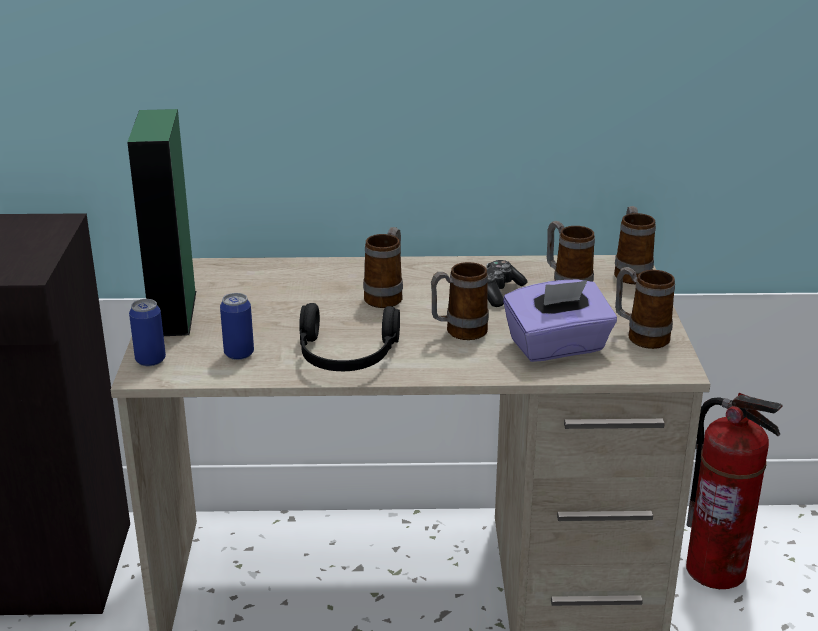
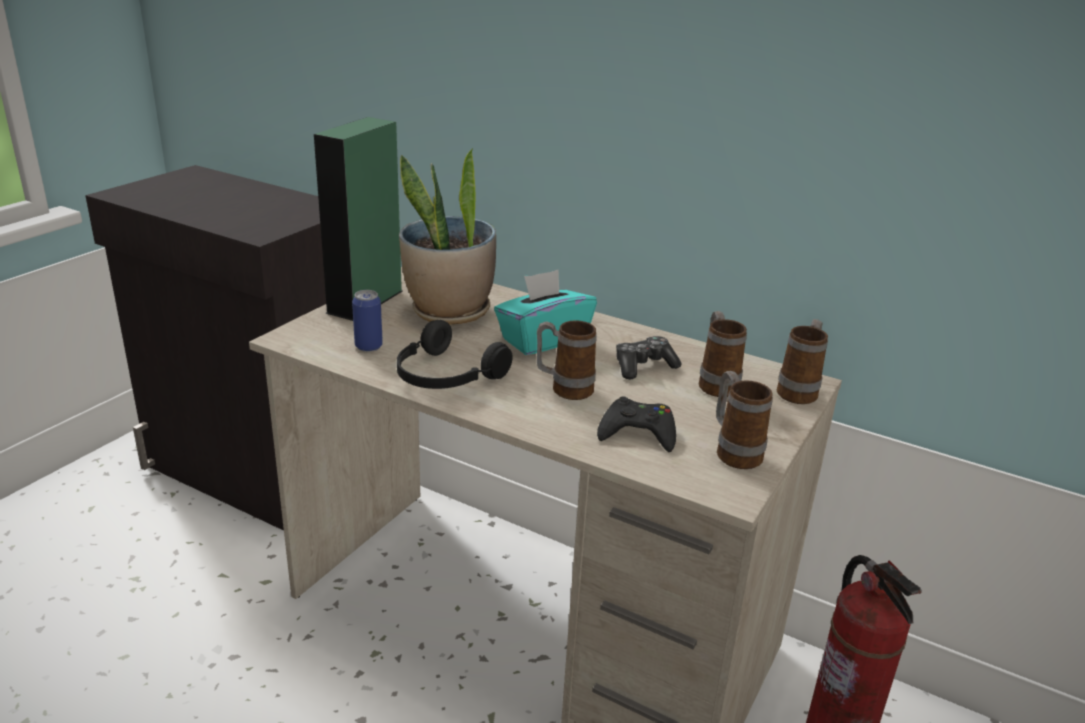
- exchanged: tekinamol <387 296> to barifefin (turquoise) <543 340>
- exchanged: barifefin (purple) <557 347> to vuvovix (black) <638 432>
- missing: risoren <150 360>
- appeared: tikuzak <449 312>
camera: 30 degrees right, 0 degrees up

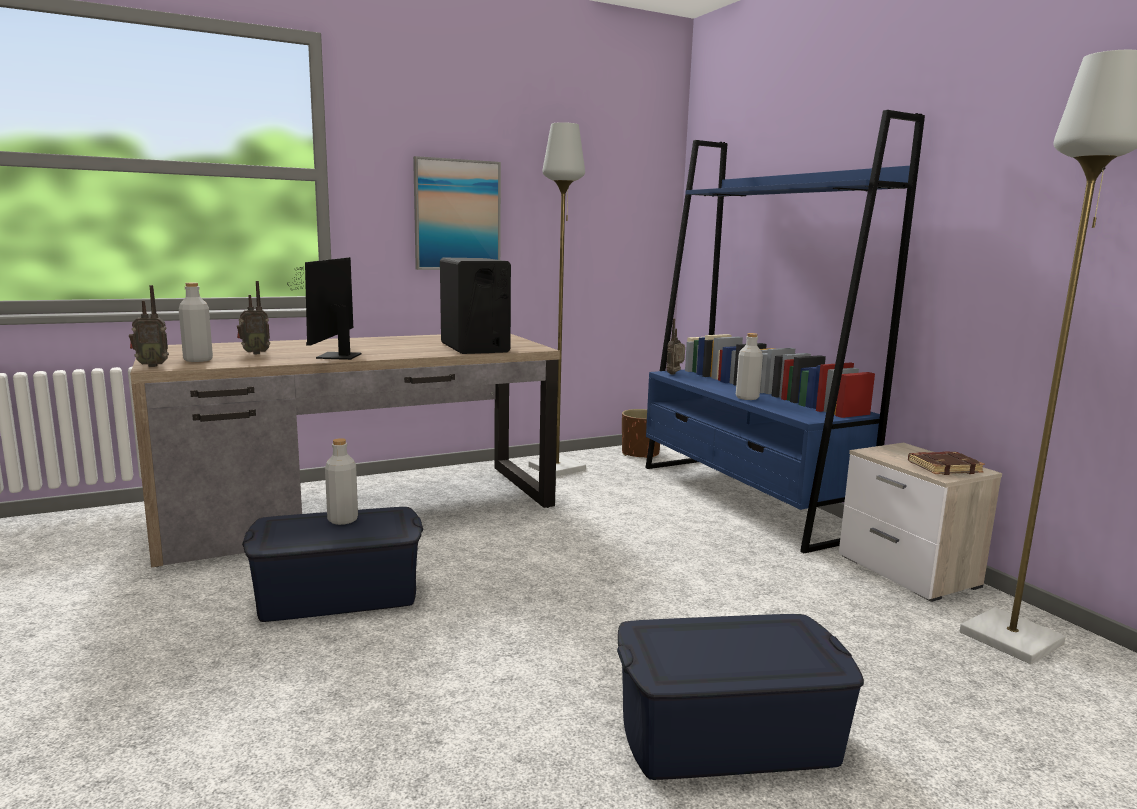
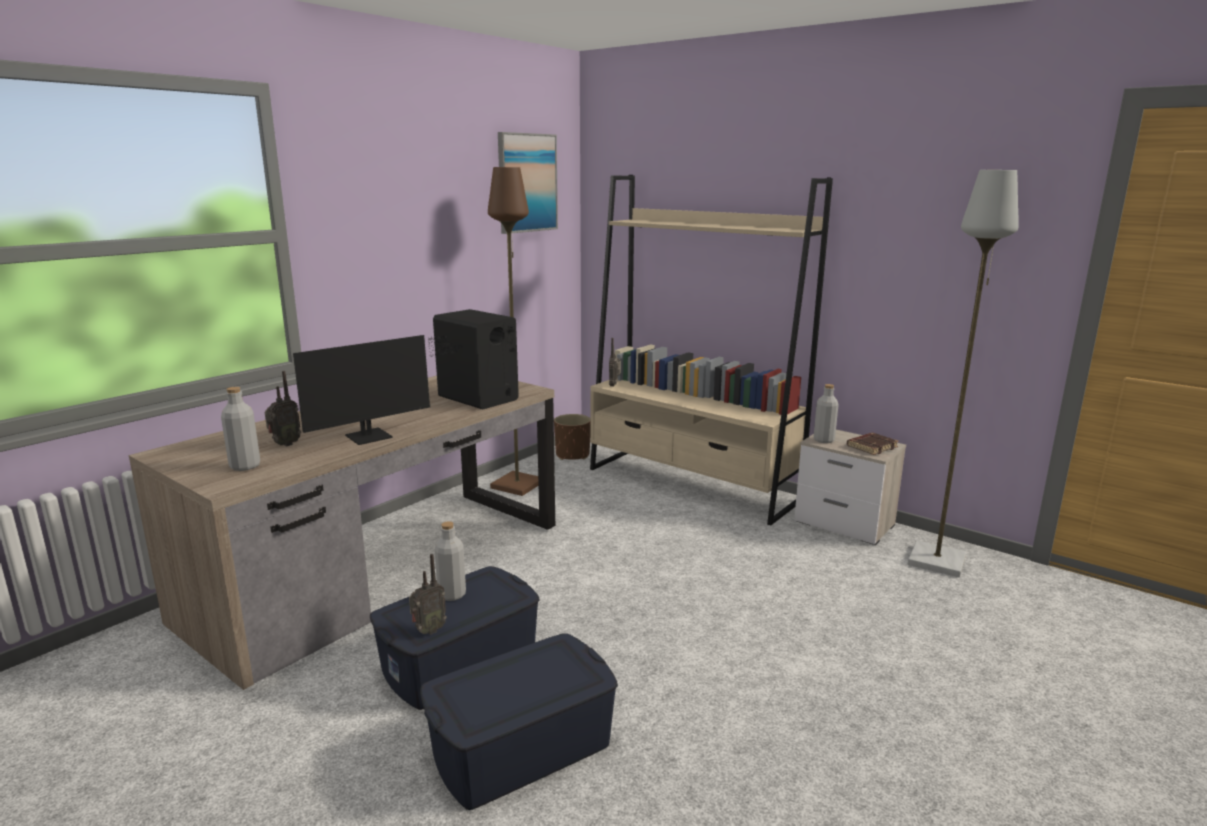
- colour: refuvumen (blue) <745 499> to refuvumen (beige) <691 484>
- colour: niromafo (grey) <557 468> to niromafo (brown) <517 485>
- relocated: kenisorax <457 215> to <527 183>
- spun: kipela <335 357> = <376 435> 105 degrees counterclockwise
- relocated: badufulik <152 365> to <428 631>
- relocated: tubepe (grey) <747 398> to <823 440>
- relocated: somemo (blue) <726 734> to <520 748>
camera: 25 degrees left, 5 degrees up

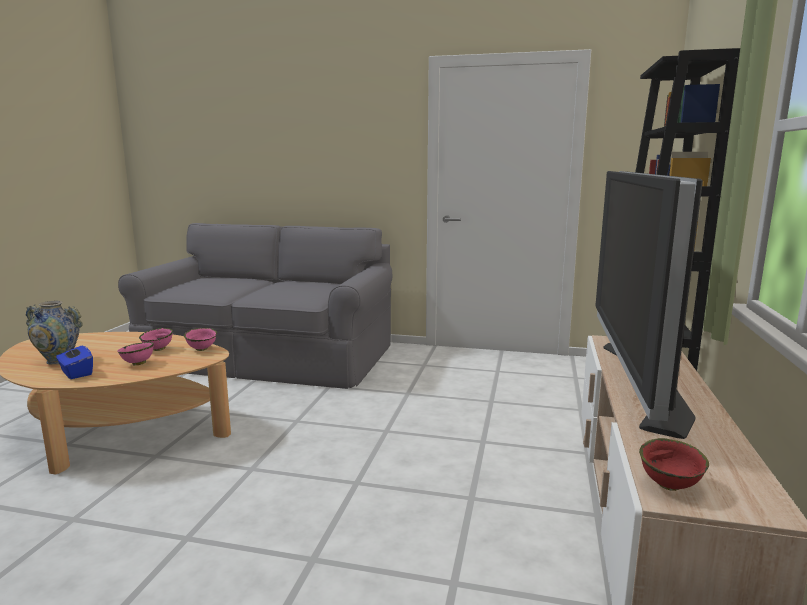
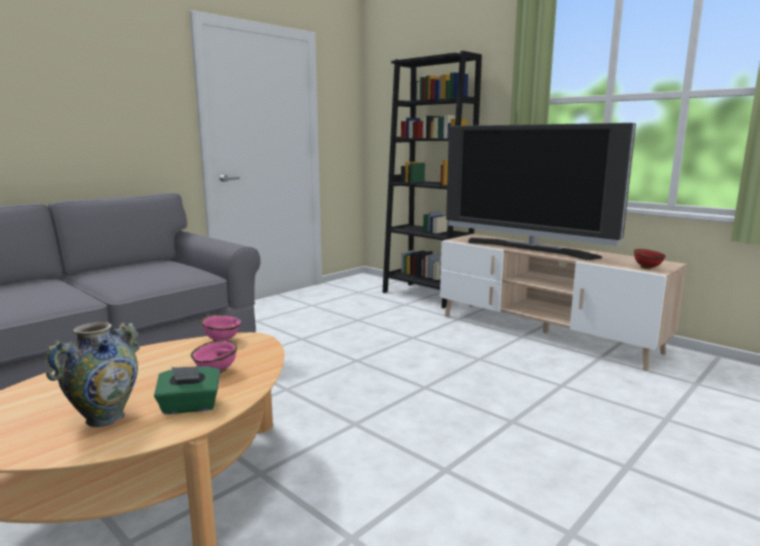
- missing: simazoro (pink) <158 349>
- colour: barifefin (blue) <76 373> to barifefin (green) <190 406>
camera: 60 degrees left, 0 degrees up

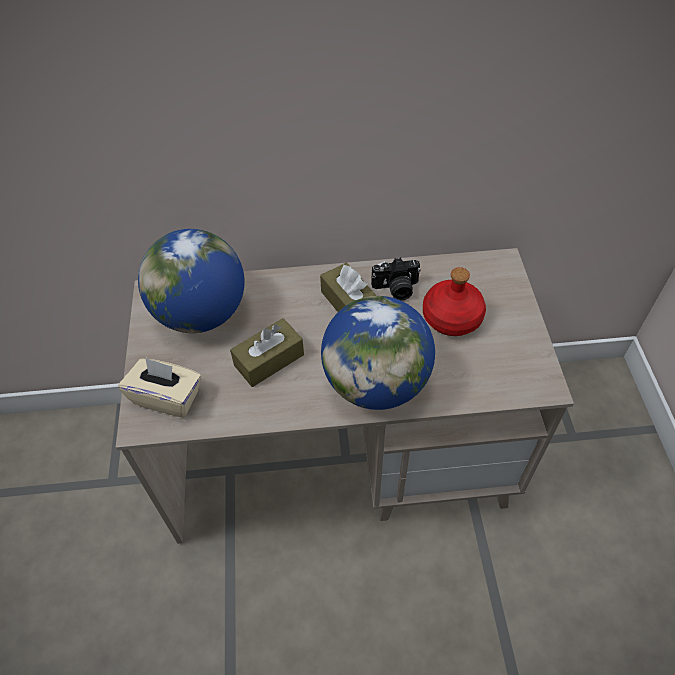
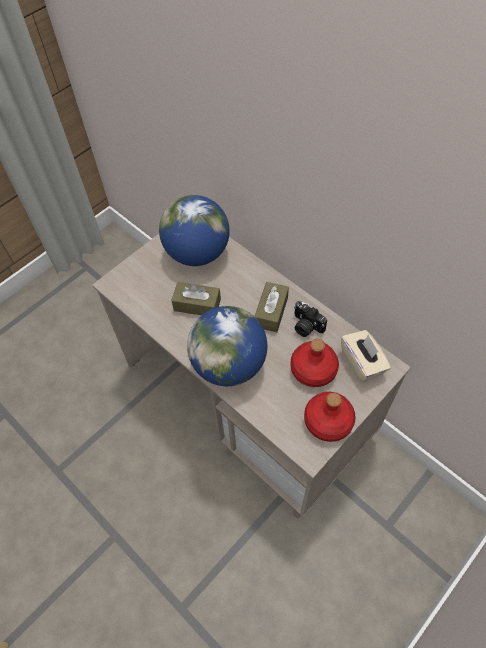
- relocated: barifefin (beige) <167 397> to <362 363>
- appeared: tubepe (red) <328 420>
camera: 50 degrees right, 5 degrees up

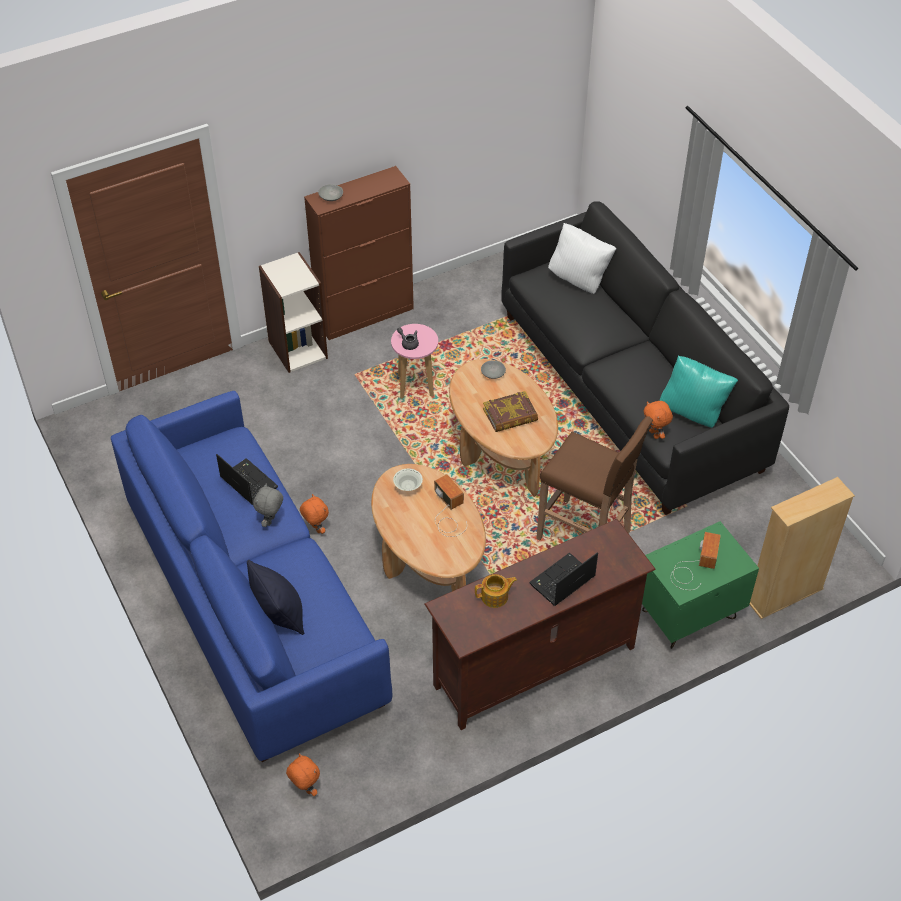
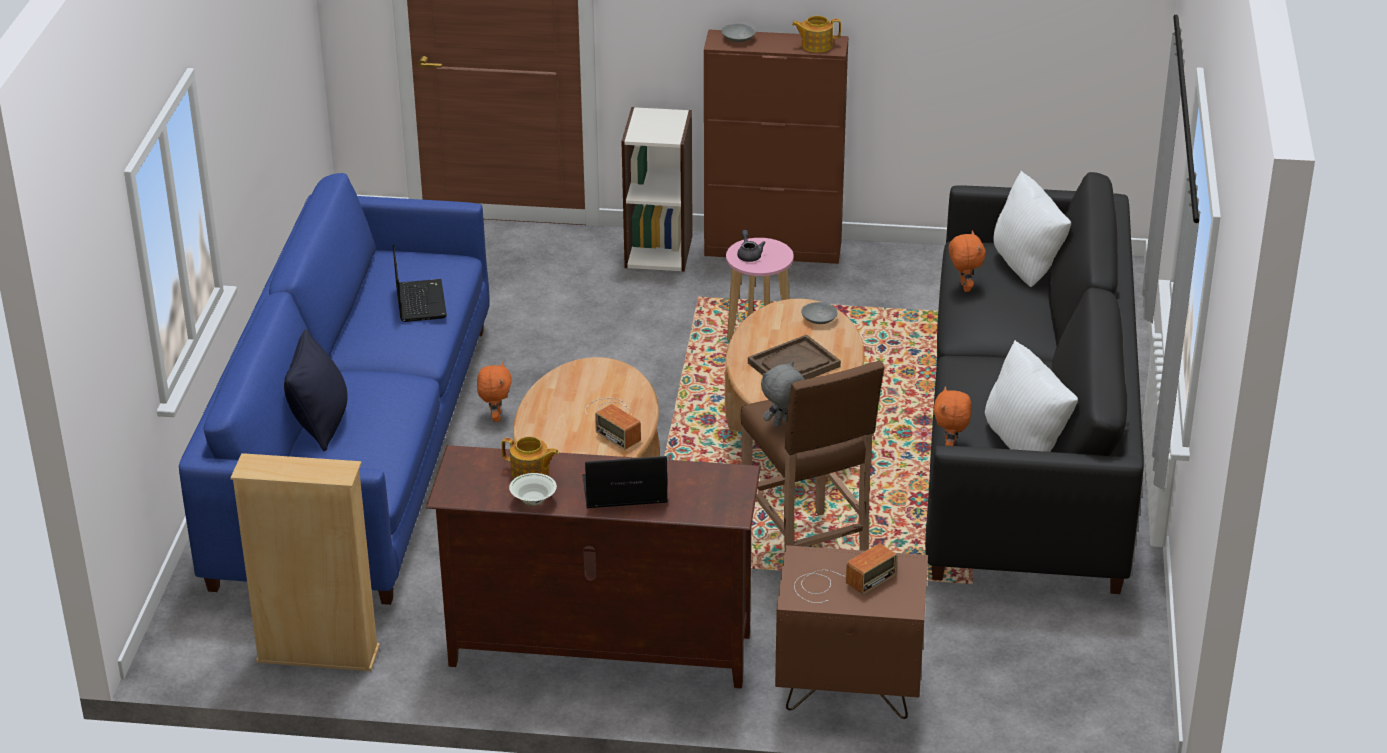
- colour: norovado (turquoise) <693 412> to norovado (white) <1026 446>
- exchanged: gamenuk <510 415> to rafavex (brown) <793 365>
- relocated: simazoro (white) <408 486> to <533 501>
- spun: badufulik <448 513> = <614 422> 135 degrees clockwise
- relocated: refuvumen (beige) <784 595> to <318 654>
- relocated: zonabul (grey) <271 521> to <782 424>
- colour: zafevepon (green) <688 615> to zafevepon (brown) <848 689>
- relocated: zonabul (orange) <305 789> to <964 287>
- appeared: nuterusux <816 45>
camera: 35 degrees right, 15 degrees down

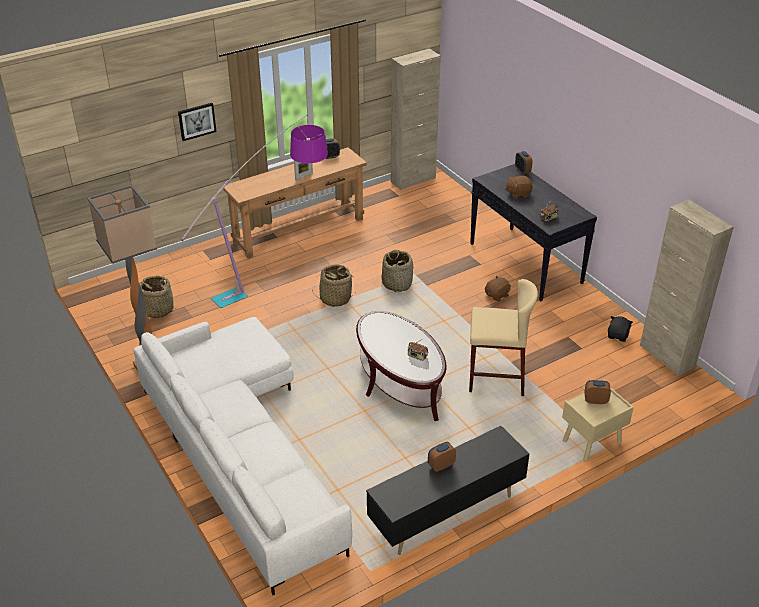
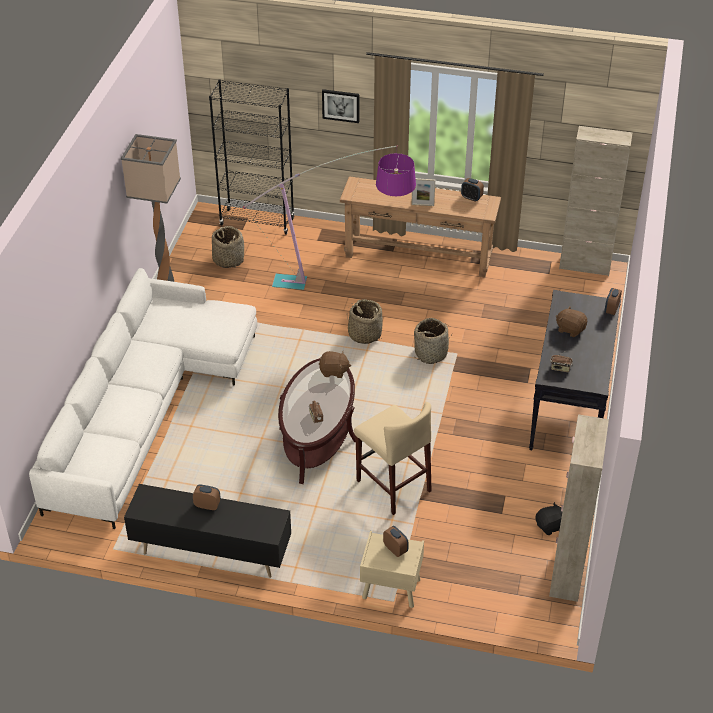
- relocated: zonabul (brown) <497 295> to <334 371>
- appeared: refuvumen (black) <257 222>
camera: 45 degrees right, 5 degrees up

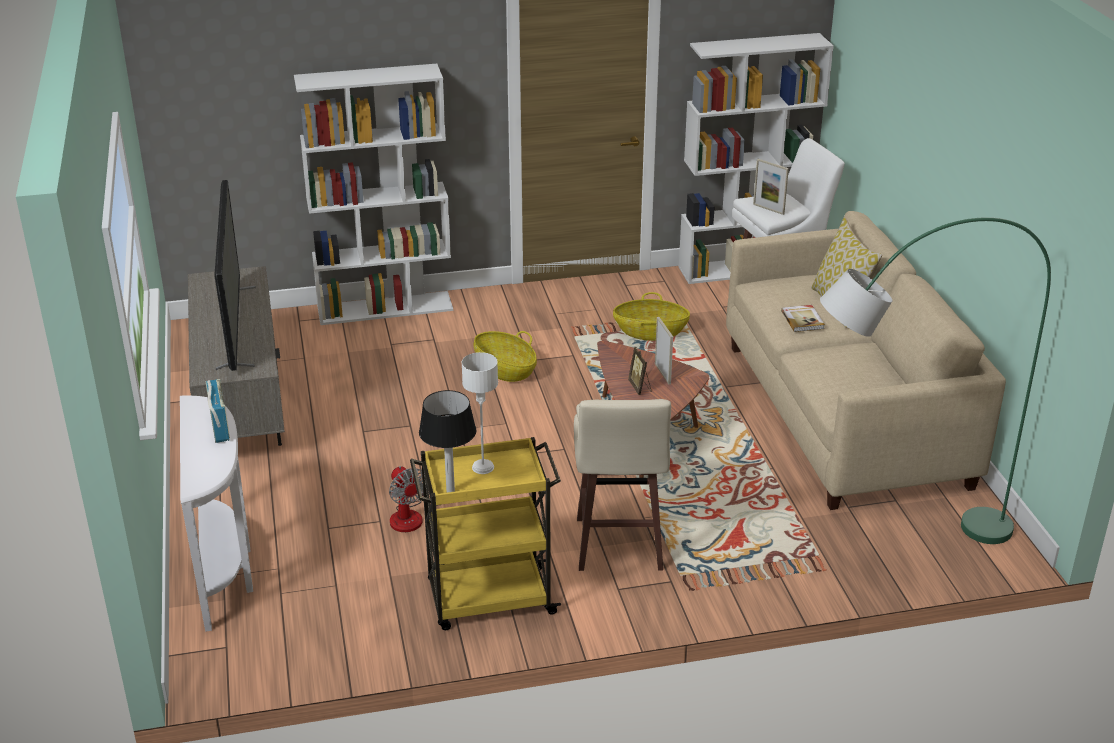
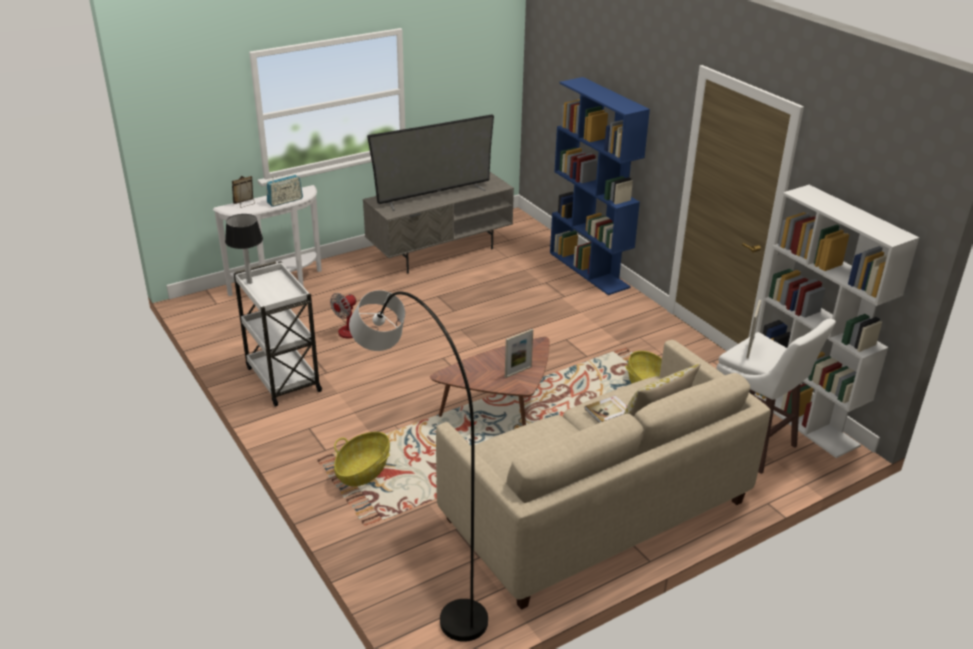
- colour: refuvumen (white) <385 308> to refuvumen (blue) <589 270>
- colour: niromafo (green) <897 541> to niromafo (grey) <420 564>
- relocated: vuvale <505 370> to <363 471>
- relocated: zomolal <640 387> to <245 204>
- missing: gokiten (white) <483 467>
- missing: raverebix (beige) <618 546>
- colour: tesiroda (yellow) <488 599> to tesiroda (white) <282 378>
camera: 70 degrees right, 0 degrees up

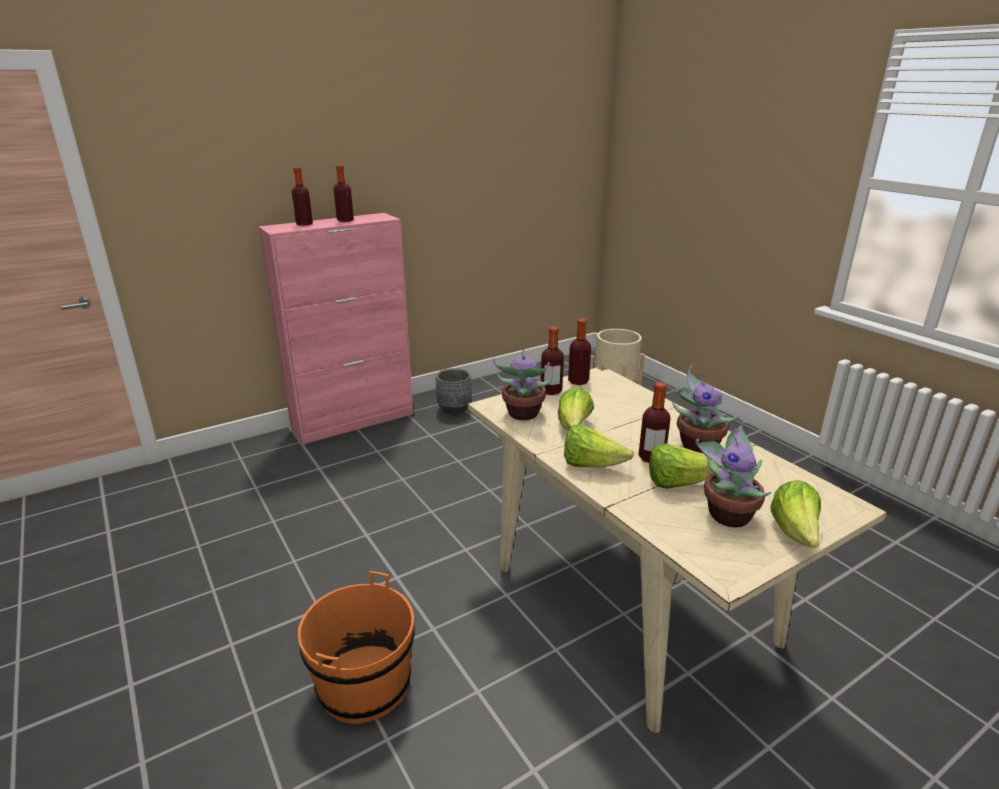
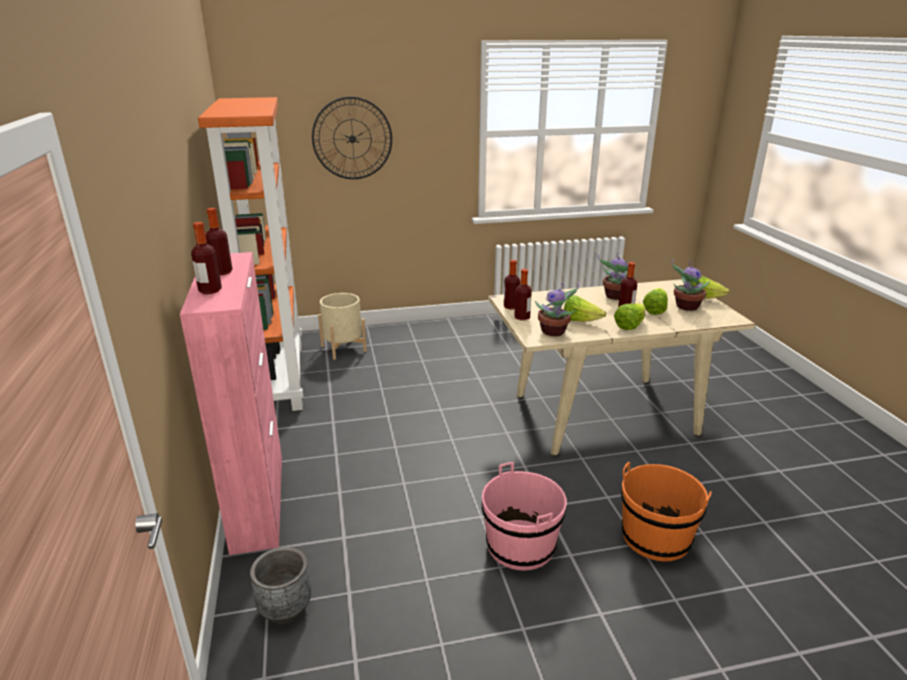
- relocated: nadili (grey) <454 408> to <285 608>
- appeared: refuvumen (orange) <278 377>
- appeared: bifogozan <352 139>
- appeared: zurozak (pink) <521 545>
camera: 70 degrees left, 0 degrees up

